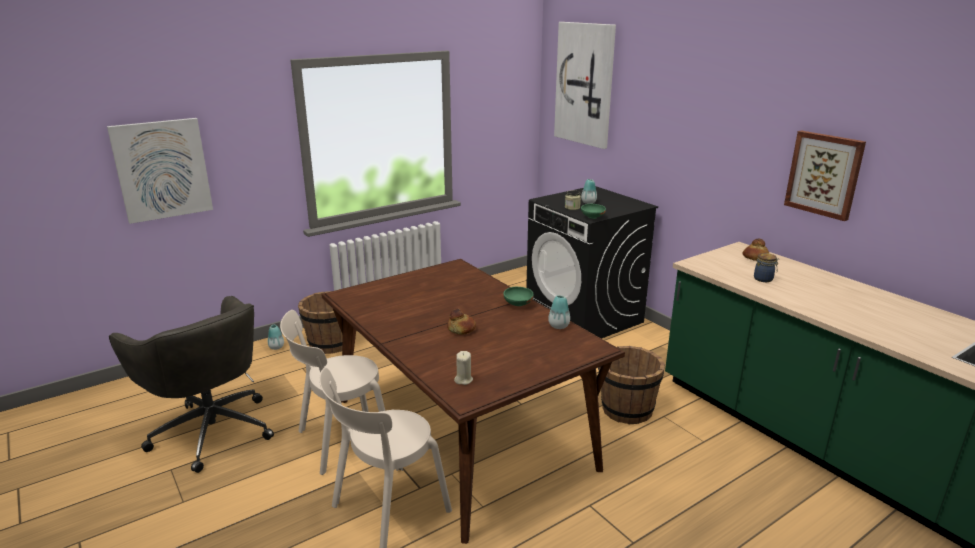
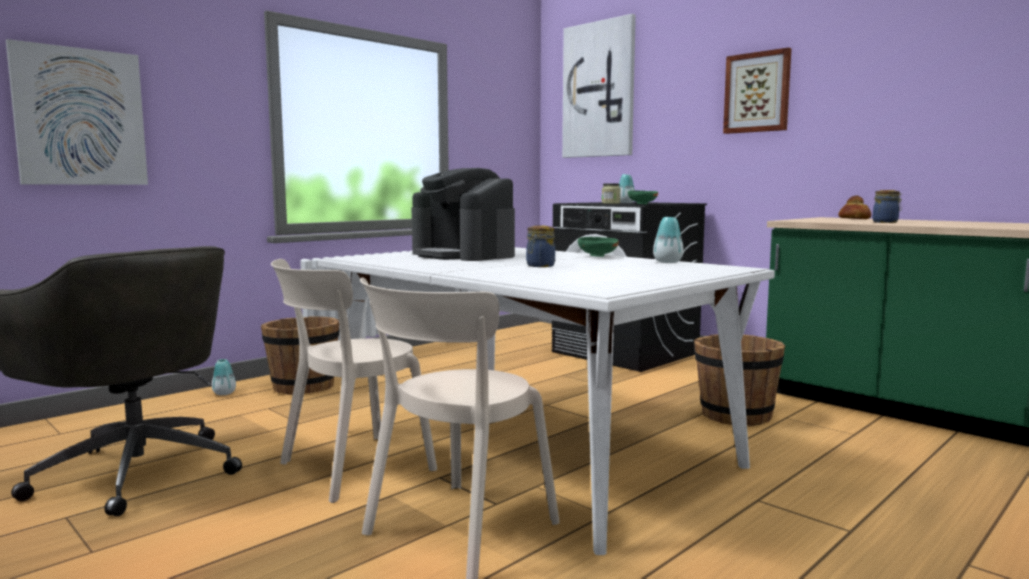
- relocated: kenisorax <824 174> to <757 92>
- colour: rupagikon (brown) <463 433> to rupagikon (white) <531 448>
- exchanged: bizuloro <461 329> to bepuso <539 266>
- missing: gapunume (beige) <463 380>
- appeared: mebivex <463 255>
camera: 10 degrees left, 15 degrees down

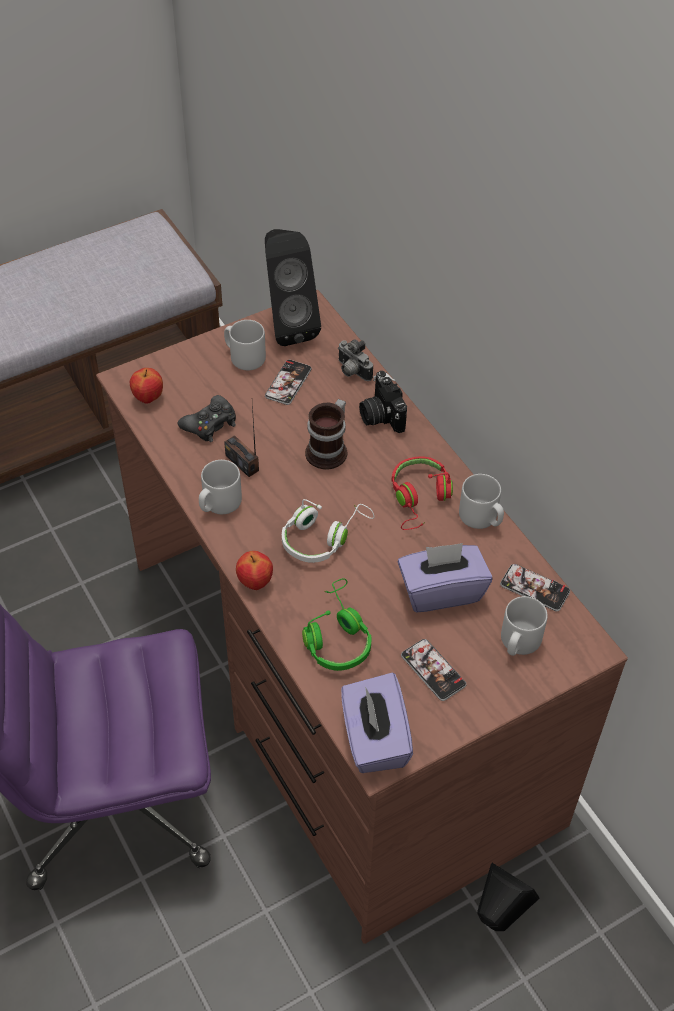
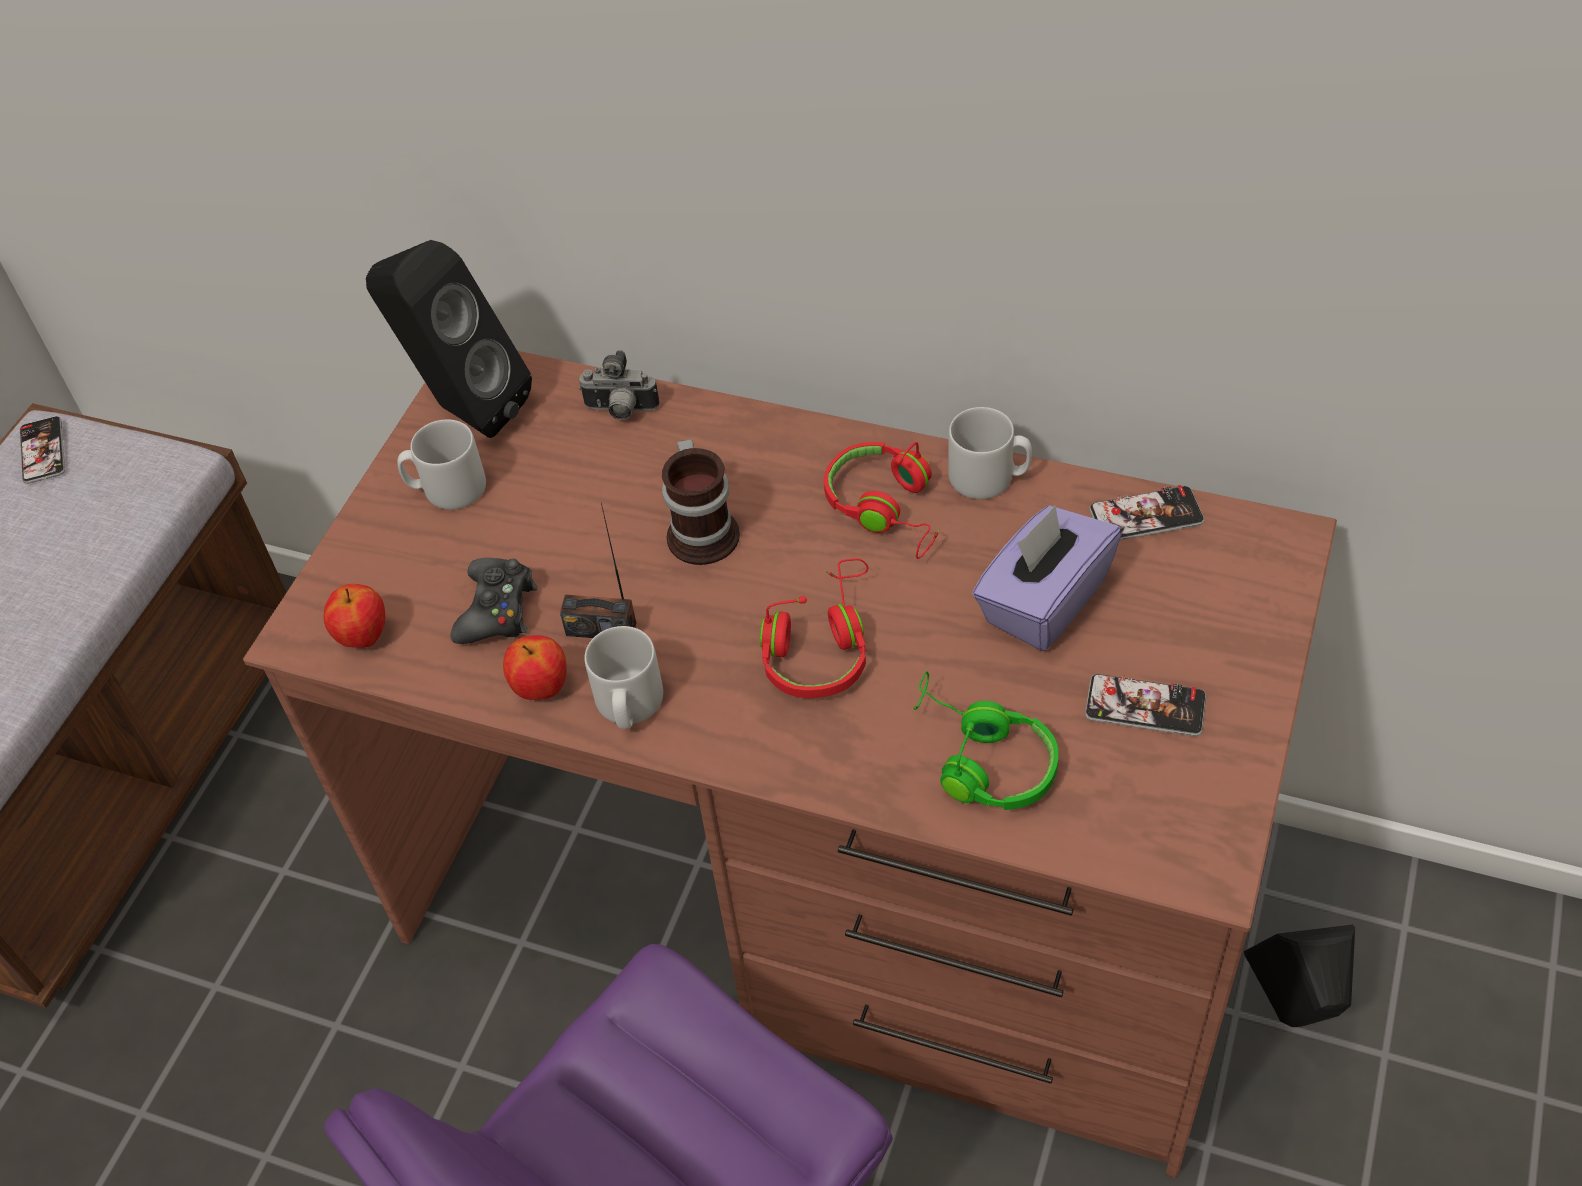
- relocated: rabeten <288 383> to <43 451>
- missing: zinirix <380 415>
- colour: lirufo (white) <322 537> to lirufo (red) <819 646>
- relocated: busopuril <255 582> to <541 689>
- missing: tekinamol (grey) <518 642>
- missing: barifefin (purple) <374 739>
camera: 35 degrees left, 0 degrees up

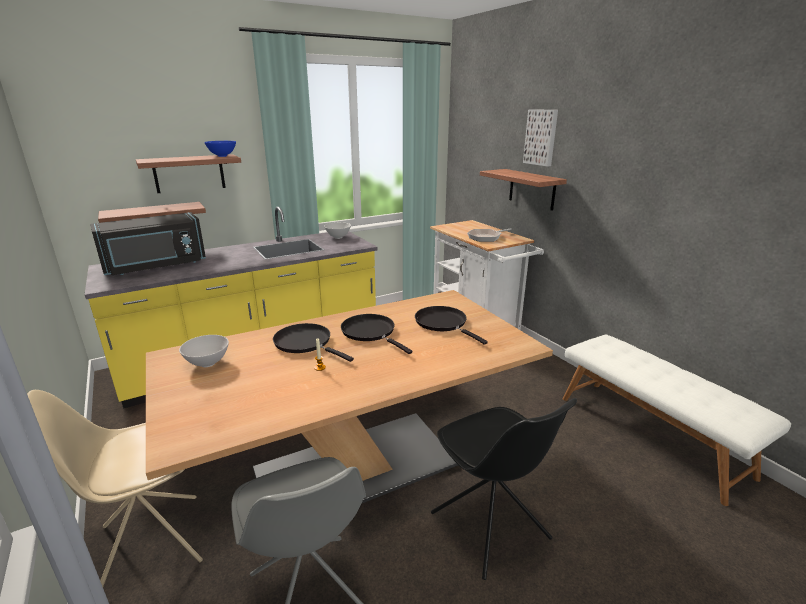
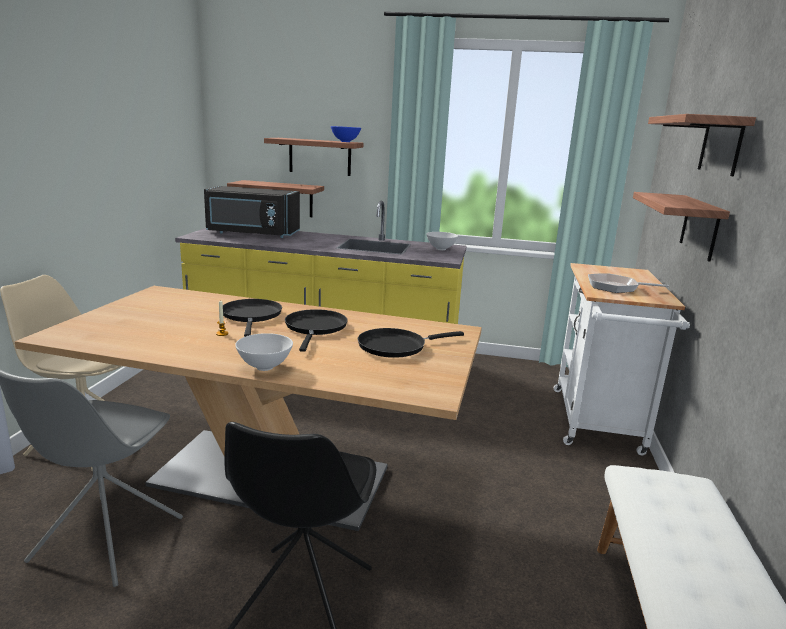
- exchanged: kenisorax <541 137> to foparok <721 145>
- spun: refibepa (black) <443 323> = <396 346> 120 degrees counterclockwise
- relocated: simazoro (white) <208 363> to <265 367>
camera: 40 degrees right, 5 degrees down

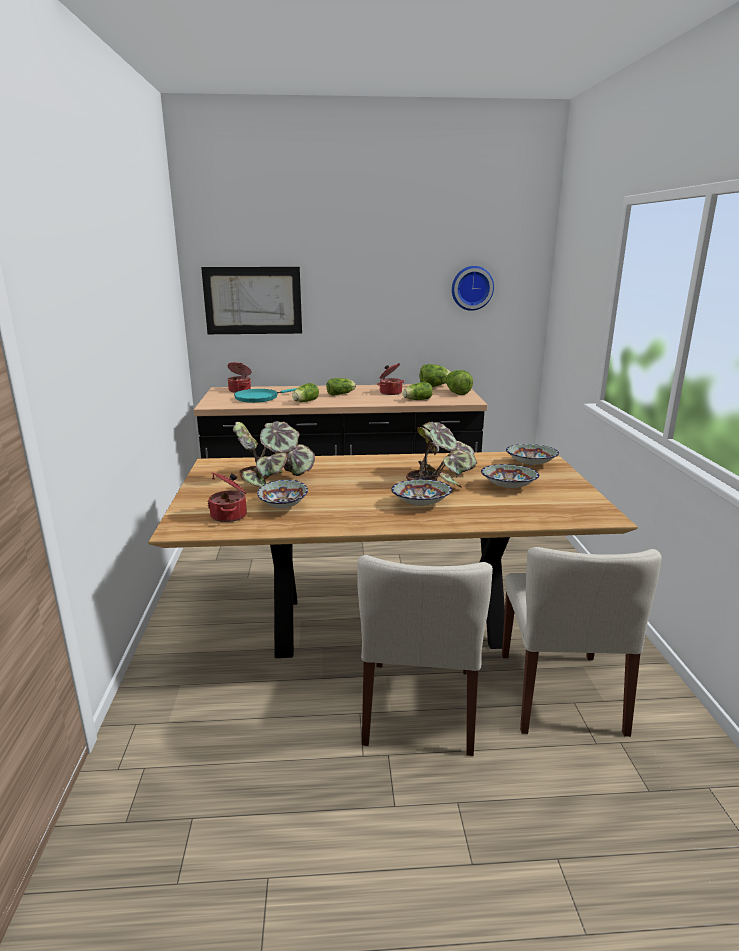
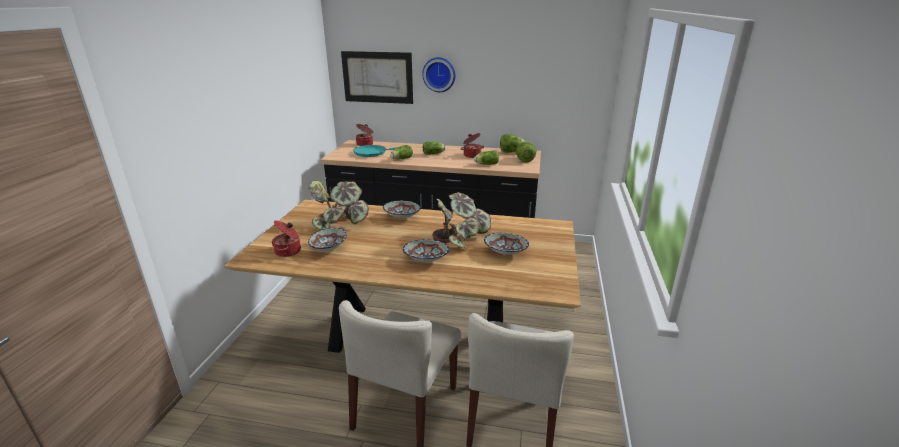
- relocated: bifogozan <471 288> to <439 74>
- relocated: simazoro <530 464> to <402 217>
camera: 15 degrees right, 5 degrees up

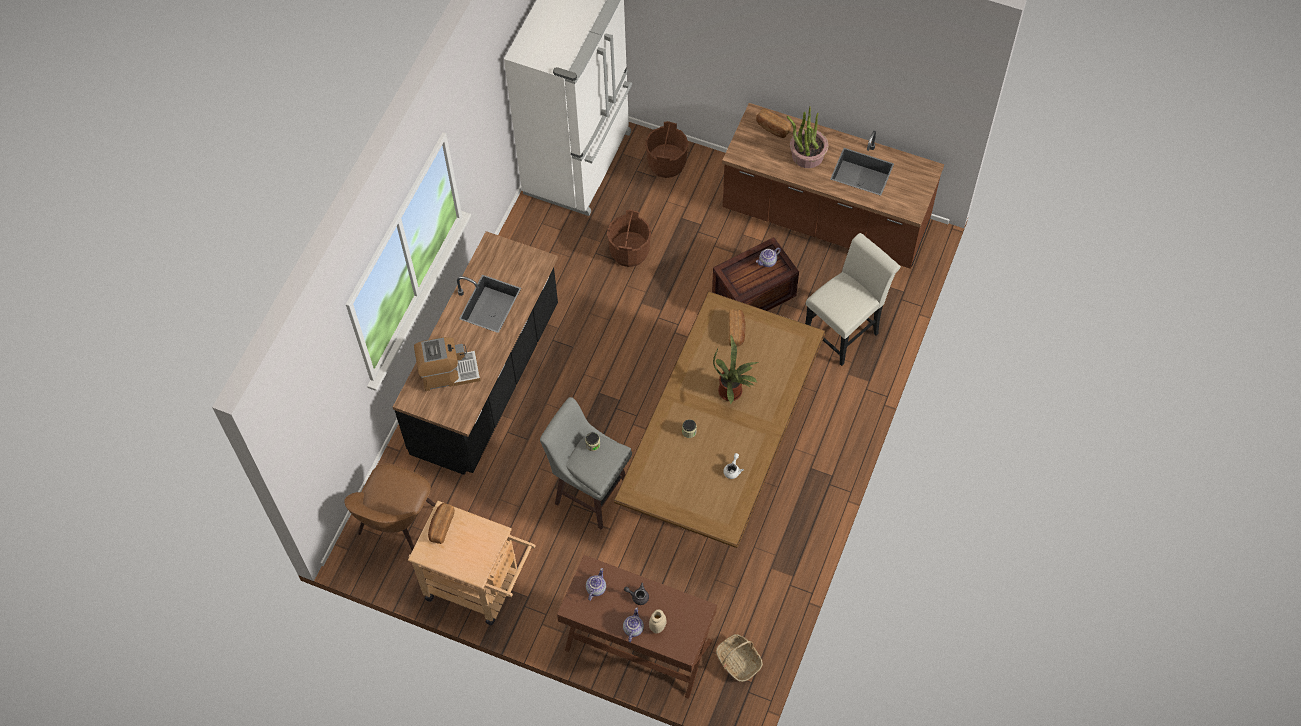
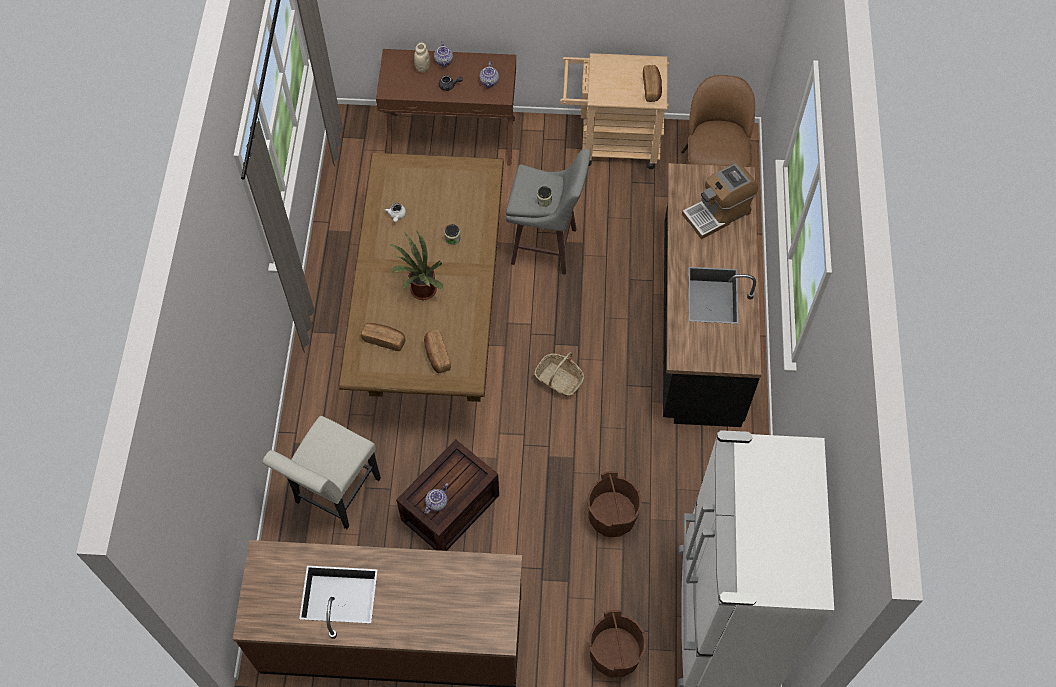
- missing: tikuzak <807 155>
- relocated: bizuloro <772 128> to <384 339>
- relocated: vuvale <738 661> to <559 379>
camera: 160 degrees right, 0 degrees up

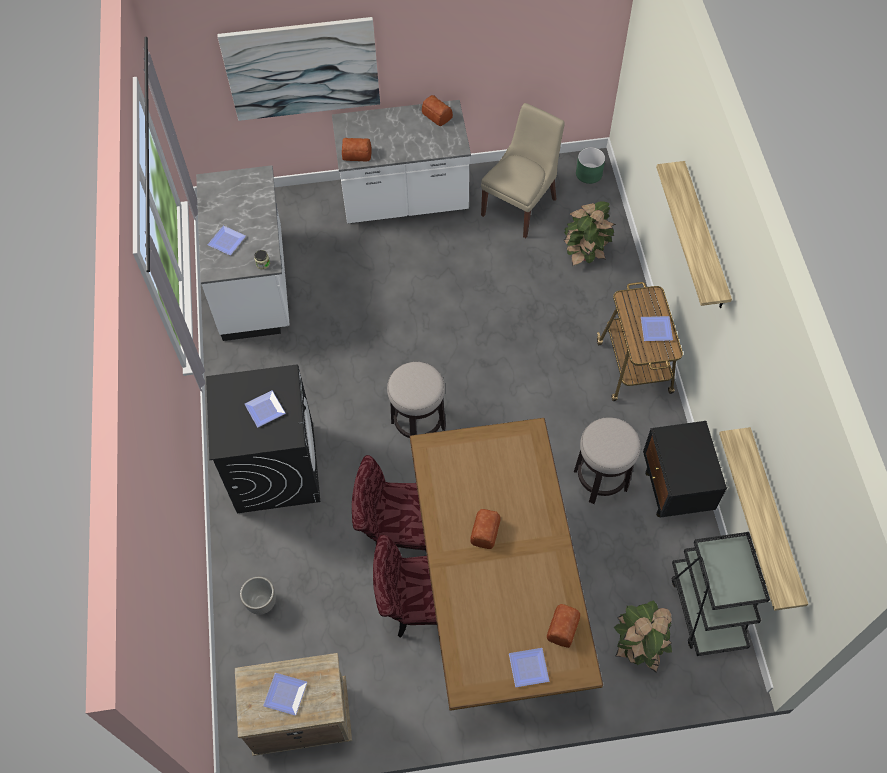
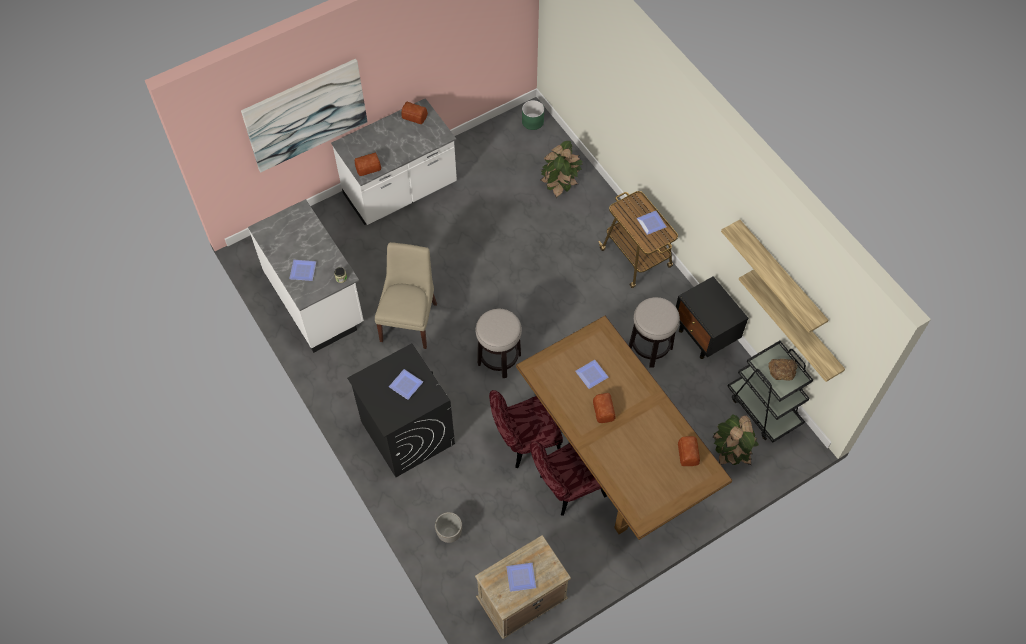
- relocated: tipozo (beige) <520 205> to <409 320>
- relocated: foparok <704 237> to <780 275>
- relocated: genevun <530 669> to <593 375>
- appeared: bizuloro <782 370>
camera: 25 degrees left, 0 degrees up

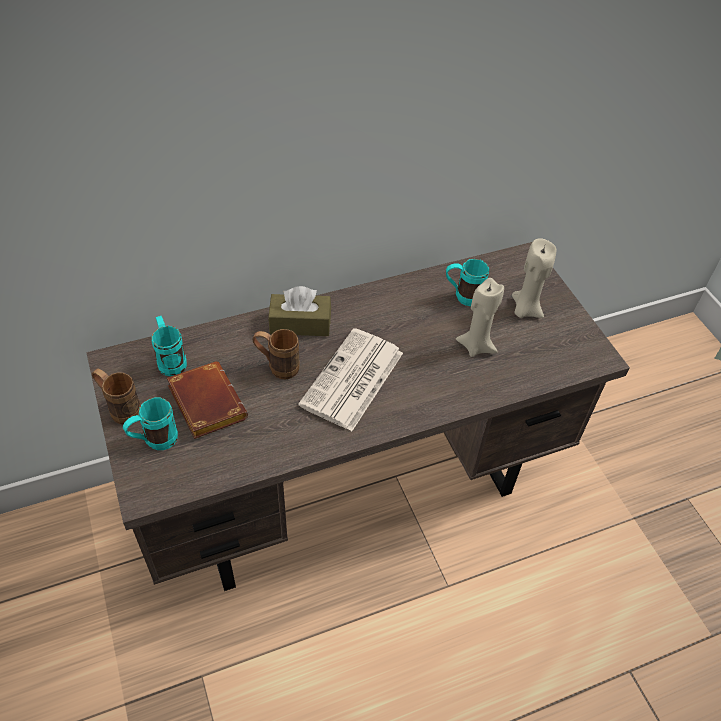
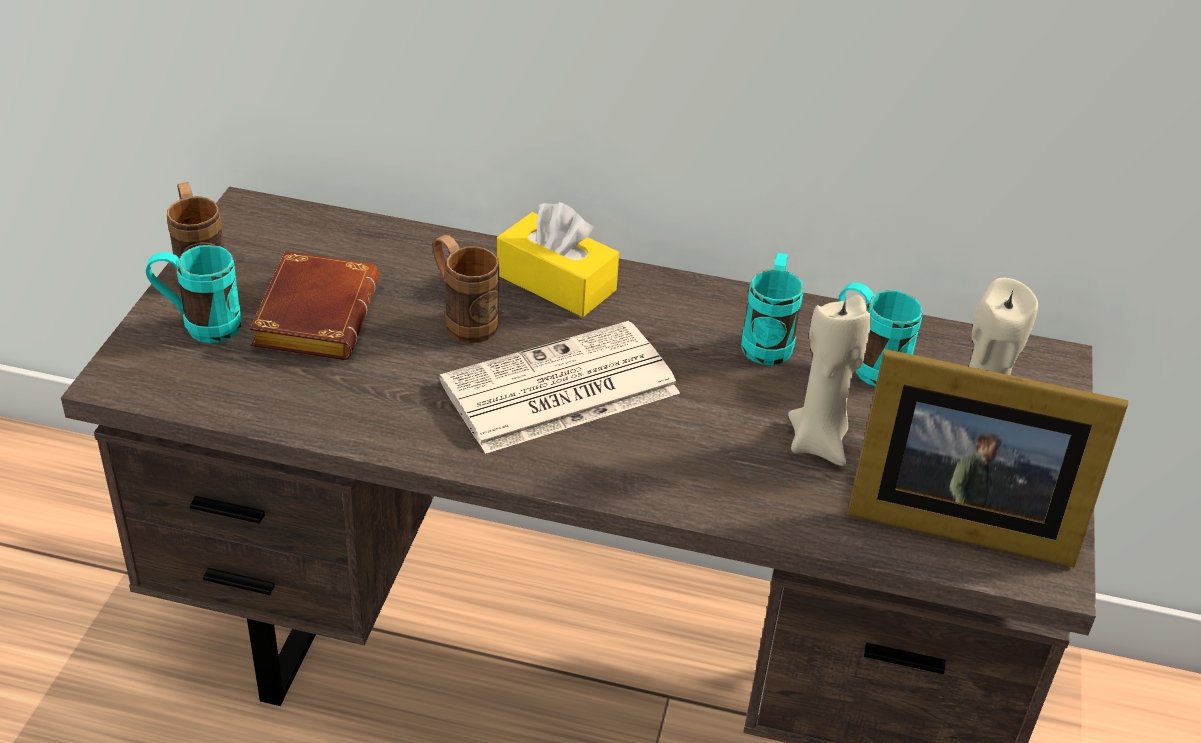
- colour: barifefin (brown) <300 324> to barifefin (yellow) <556 283>
- relocated: tekinamol (turquoise) <171 359> to <768 340>
- appeared: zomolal <954 516>
camera: 35 degrees right, 10 degrees down

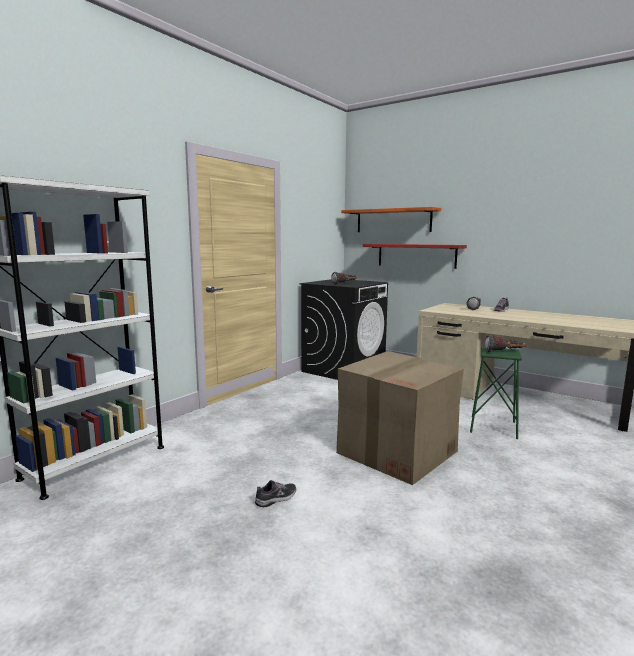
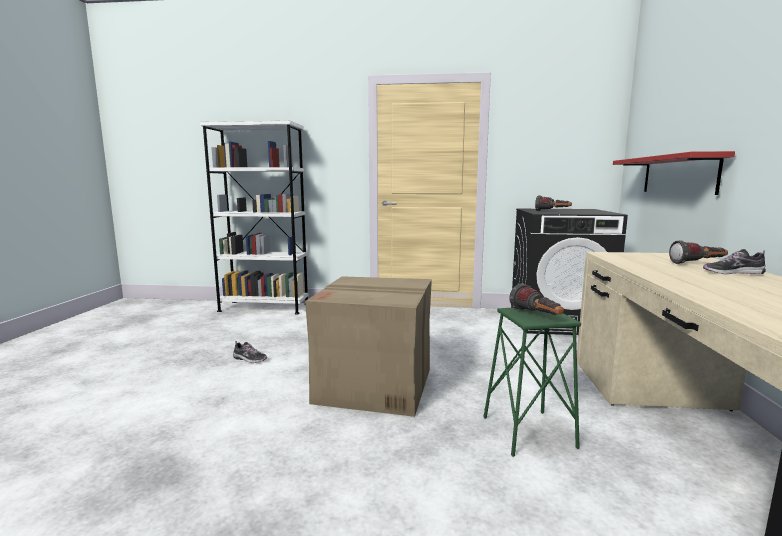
- missing: foparok (orange) <393 221>
camera: 60 degrees right, 0 degrees up

